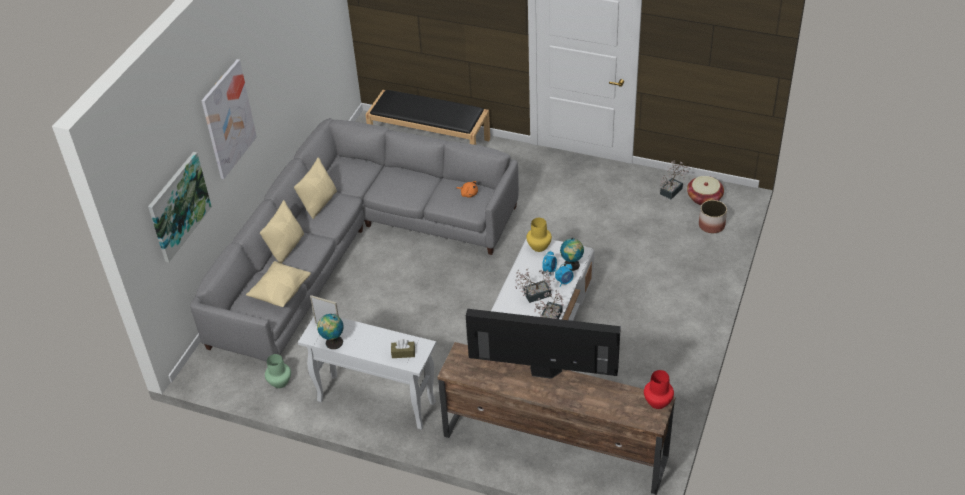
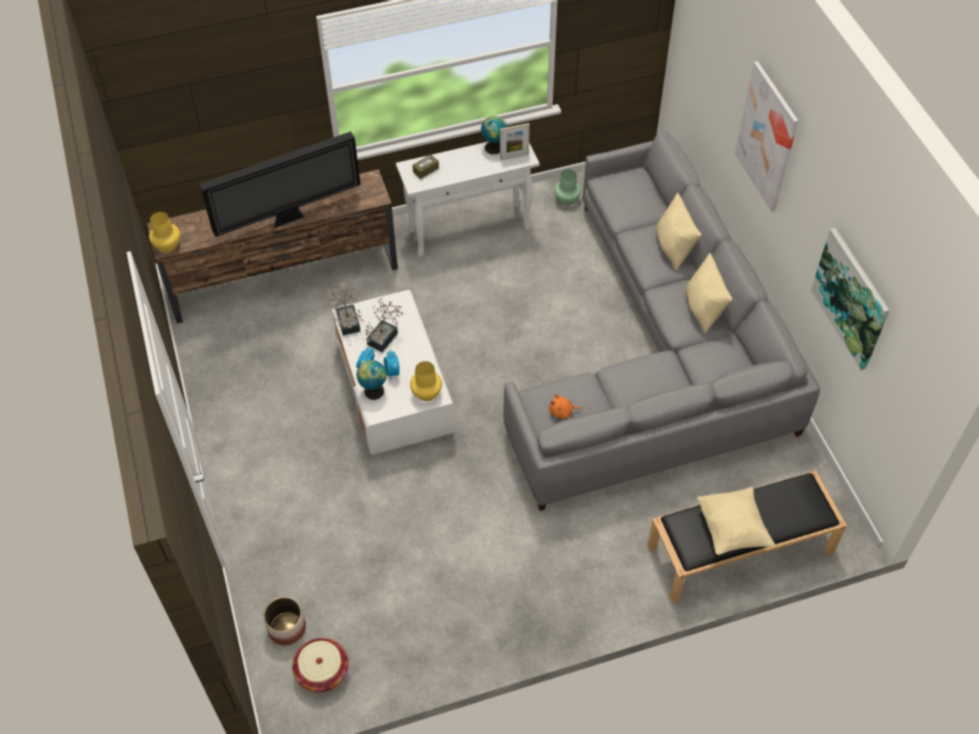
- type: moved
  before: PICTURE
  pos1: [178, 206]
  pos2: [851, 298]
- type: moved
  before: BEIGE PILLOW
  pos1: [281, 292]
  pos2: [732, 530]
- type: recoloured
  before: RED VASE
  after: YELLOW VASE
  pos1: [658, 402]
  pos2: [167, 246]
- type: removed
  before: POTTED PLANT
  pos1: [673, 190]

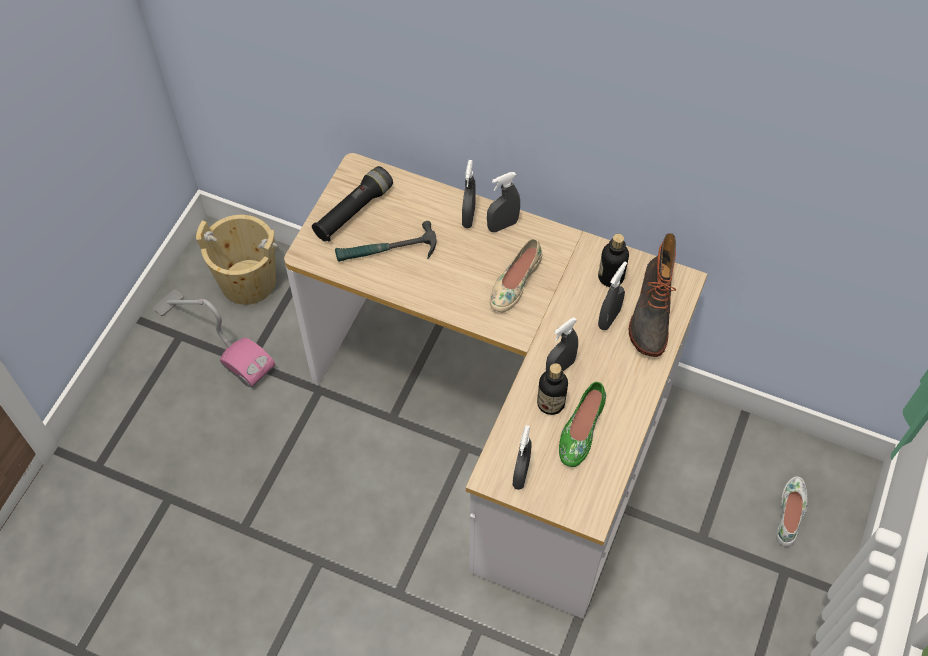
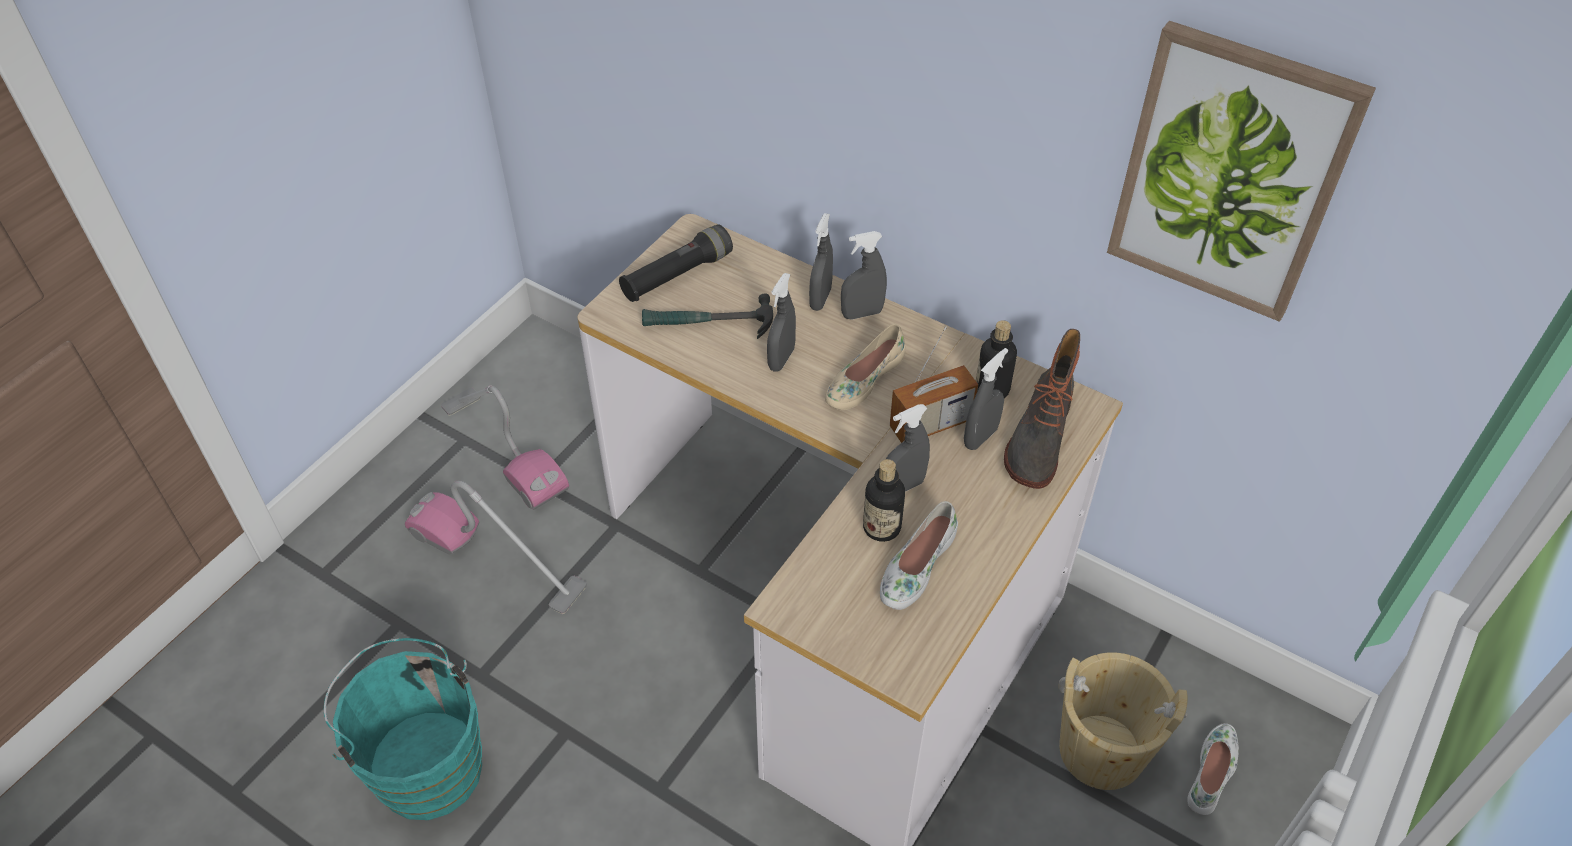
- type: moved
  before: BEIGE BUCKET
  pos1: [248, 281]
  pos2: [1101, 750]
- type: moved
  before: GREY SPRAY BOTTLE
  pos1: [521, 474]
  pos2: [781, 359]
- type: recoloured
  before: GREEN SHOE
  after: WHITE SHOE
  pos1: [580, 429]
  pos2: [916, 566]
- type: added
  after: TURQUOISE BUCKET
  pos2: [426, 764]
- type: added
  after: VACUUM CLEANER
  pos2: [496, 559]
- type: added
  after: RADIO
  pos2: [931, 424]
- type: added
  after: PICTURE
  pos2: [1230, 174]

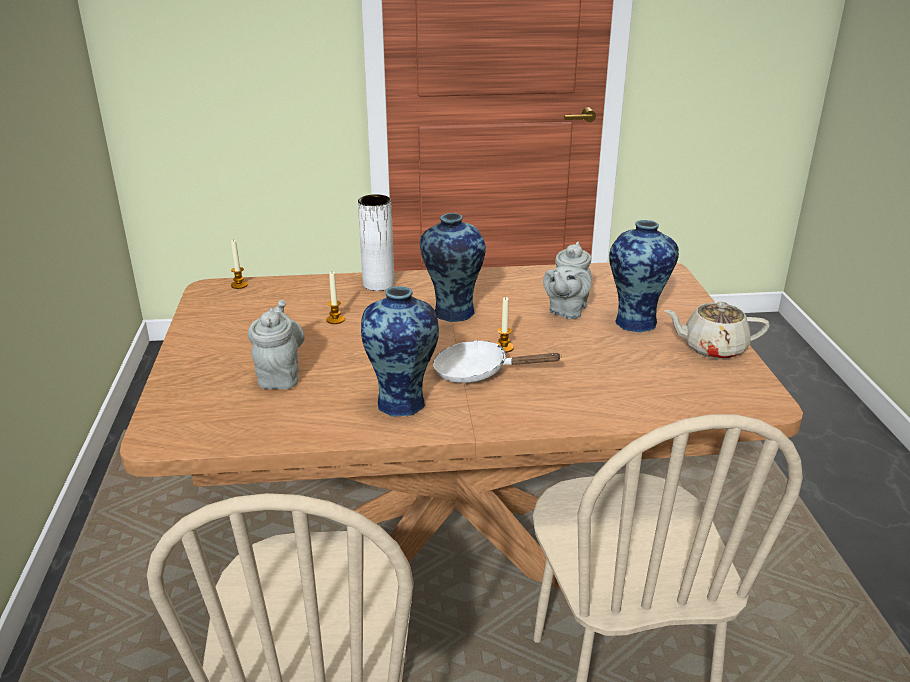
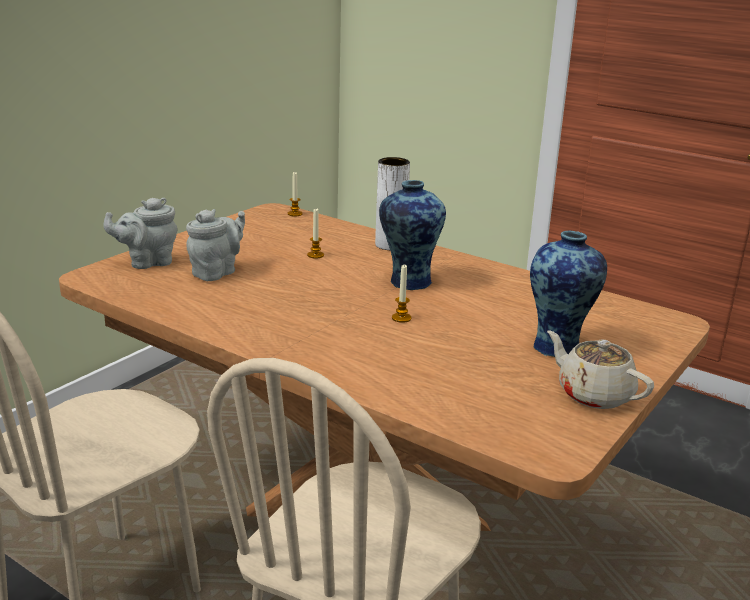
- type: removed
  before: VASE
  pos1: [402, 402]
- type: removed
  before: WHITE FRYING PAN
  pos1: [478, 372]
- type: moved
  before: GREY TEAPOT
  pos1: [566, 310]
  pos2: [147, 262]

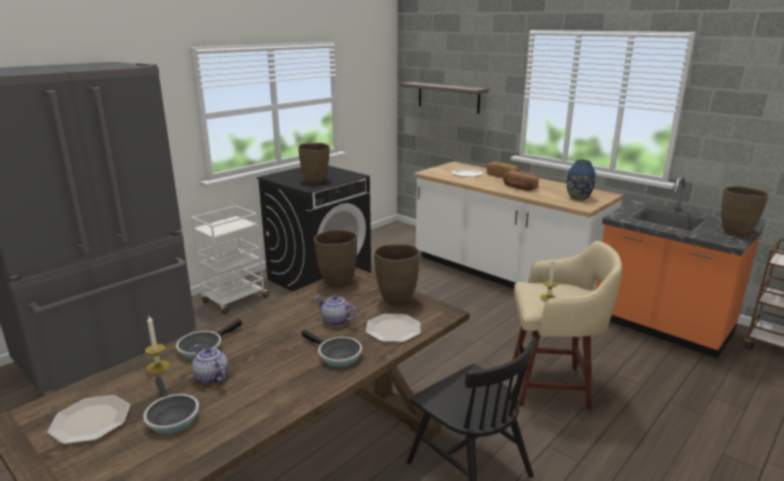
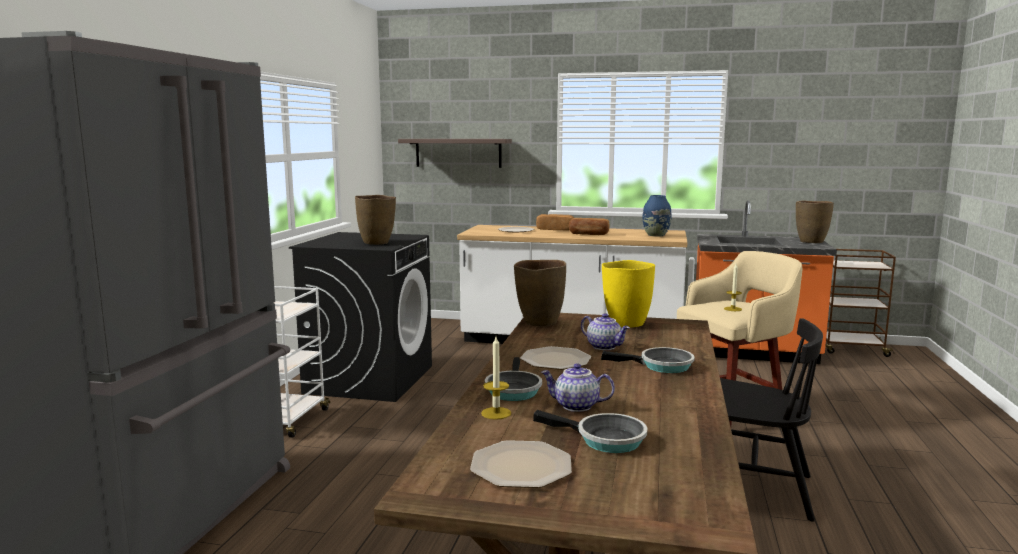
- type: turned
  before: TEAPOT
  pos1: [335, 321]
  pos2: [604, 346]
  turn: -135
- type: moved
  before: PLATE
  pos1: [393, 329]
  pos2: [556, 360]
- type: recoloured
  before: BROWN VASE
  after: YELLOW VASE
  pos1: [396, 299]
  pos2: [626, 324]

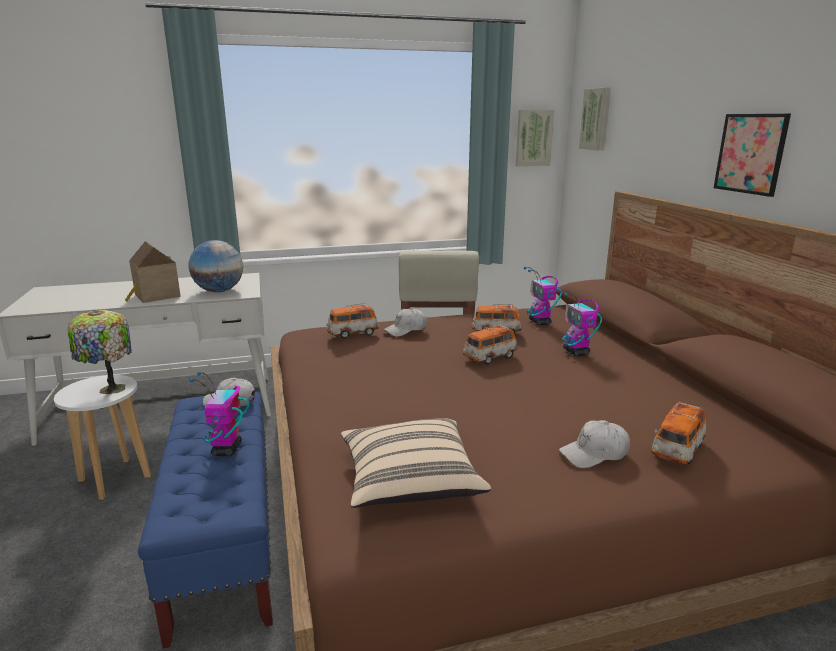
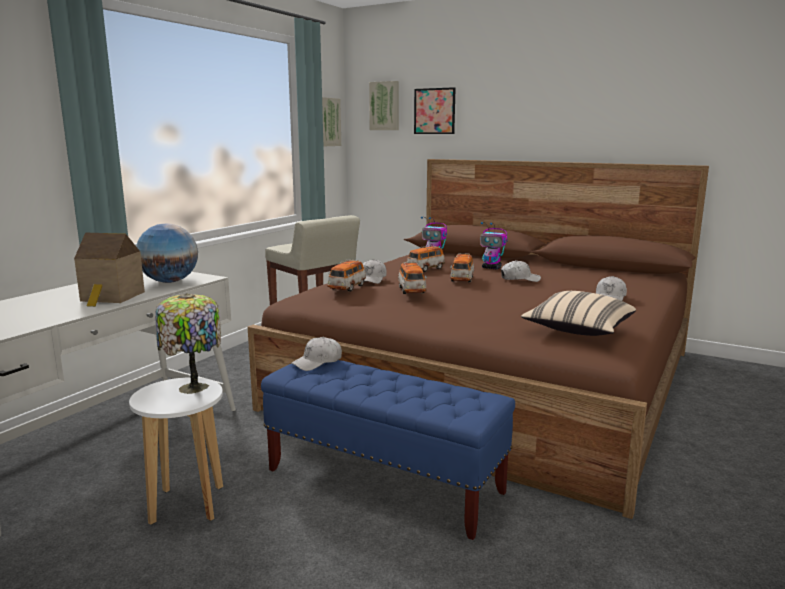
- type: removed
  before: TOY ROBOT
  pos1: [227, 450]
- type: moved
  before: TOY CAR
  pos1: [677, 450]
  pos2: [411, 291]
- type: moved
  before: PICTURE
  pos1: [750, 153]
  pos2: [434, 111]
- type: added
  after: WHITE CAP
  pos2: [519, 279]

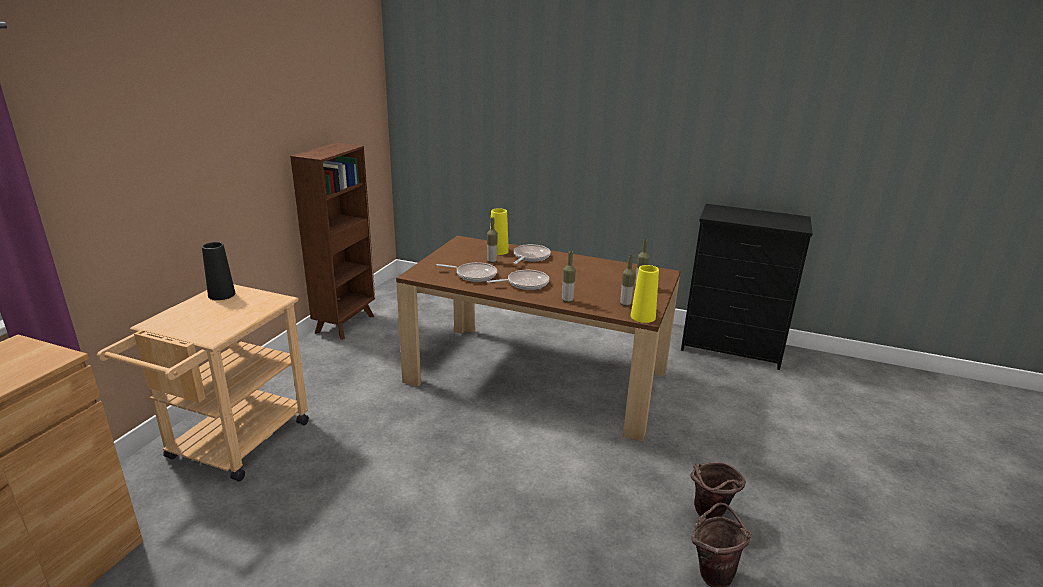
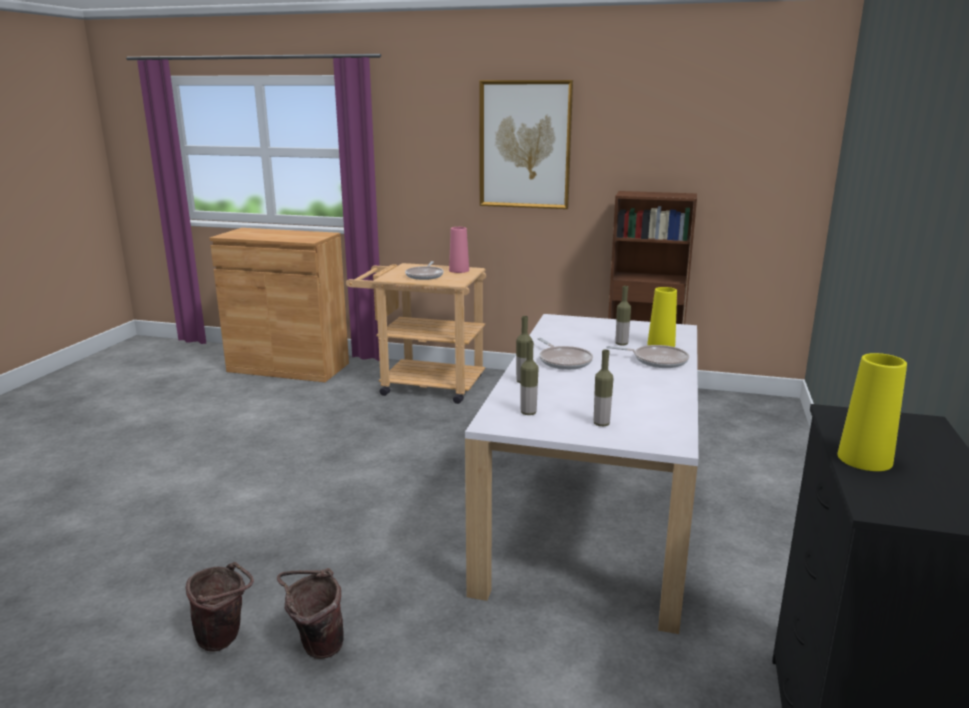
- type: recoloured
  before: BLACK VASE
  after: PINK VASE
  pos1: [221, 295]
  pos2: [459, 270]
- type: recoloured
  before: BROWN DINING TABLE
  after: WHITE DINING TABLE
  pos1: [537, 376]
  pos2: [593, 510]
- type: moved
  before: FRYING PAN
  pos1: [474, 275]
  pos2: [425, 275]
- type: moved
  before: YELLOW VASE
  pos1: [643, 317]
  pos2: [864, 459]
- type: added
  after: PICTURE
  pos2: [525, 145]

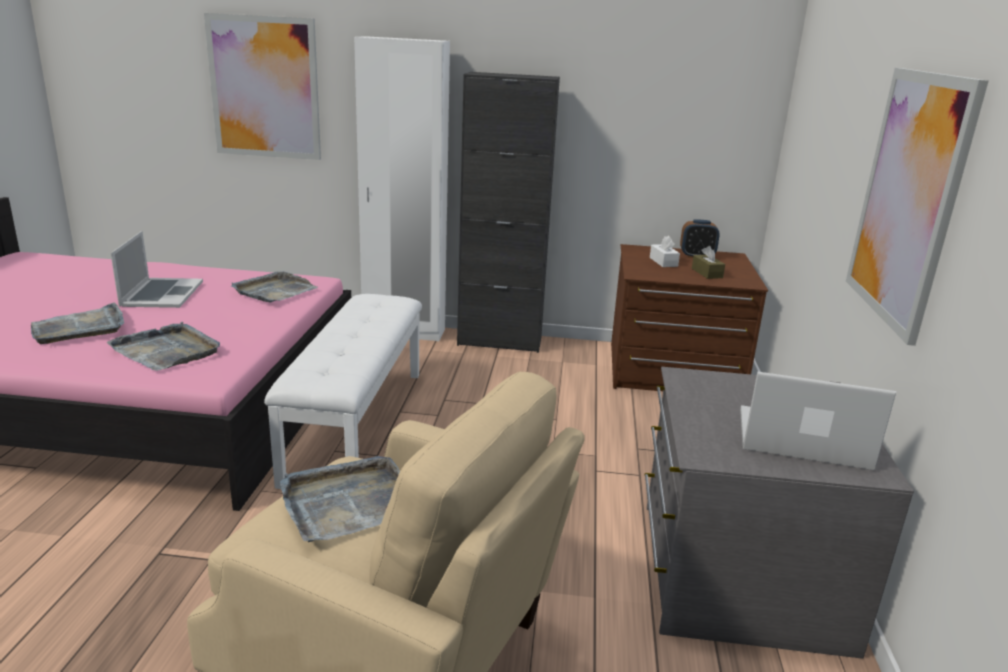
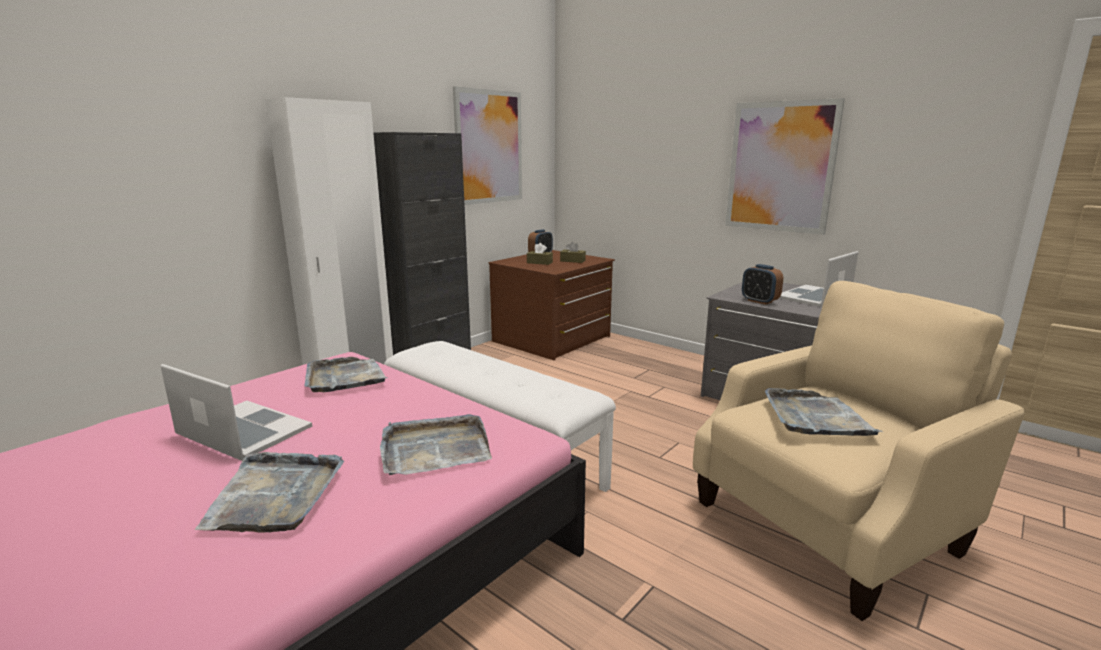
- type: moved
  before: PICTURE
  pos1: [265, 88]
  pos2: [489, 147]
- type: recoloured
  before: WHITE TISSUE BOX
  after: BROWN TISSUE BOX
  pos1: [663, 262]
  pos2: [539, 262]
- type: added
  after: ALARM CLOCK
  pos2: [759, 301]

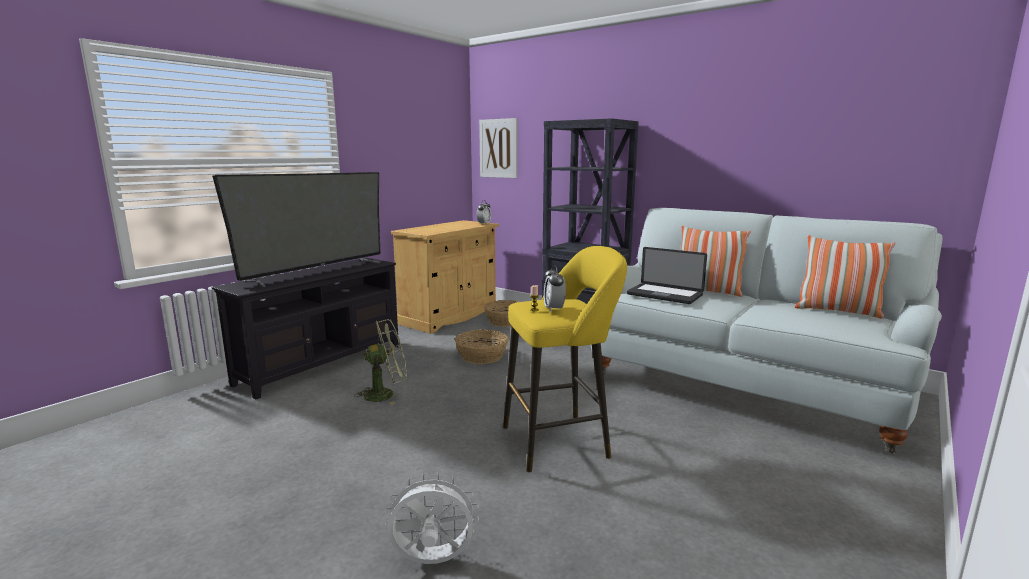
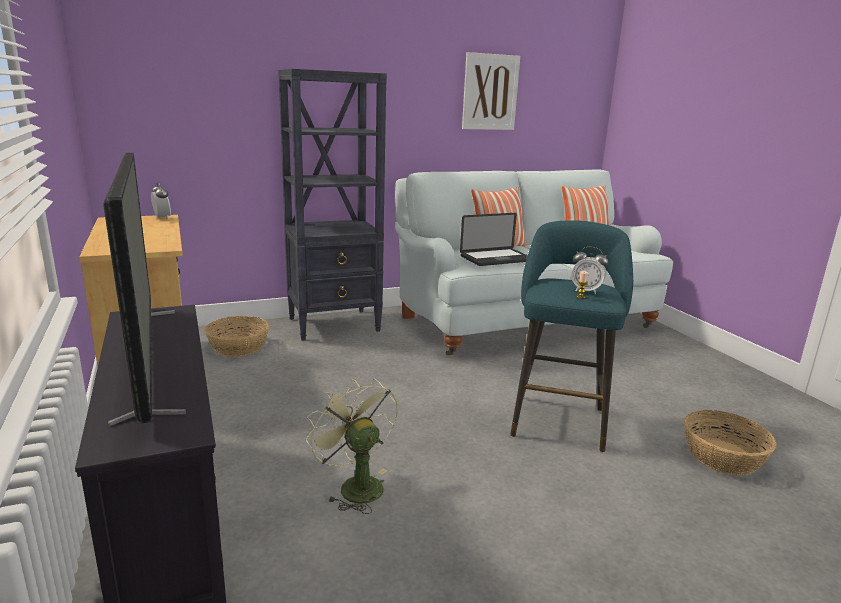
- type: turned
  before: GREEN FAN
  pos1: [386, 394]
  pos2: [355, 485]
  turn: -45
- type: removed
  before: WHITE FAN
  pos1: [432, 562]
- type: moved
  before: BASKET
  pos1: [481, 356]
  pos2: [723, 457]
- type: moved
  before: PICTURE
  pos1: [498, 148]
  pos2: [490, 92]
- type: recoloured
  before: YELLOW STOOL
  after: TURQUOISE STOOL
  pos1: [561, 440]
  pos2: [558, 418]

